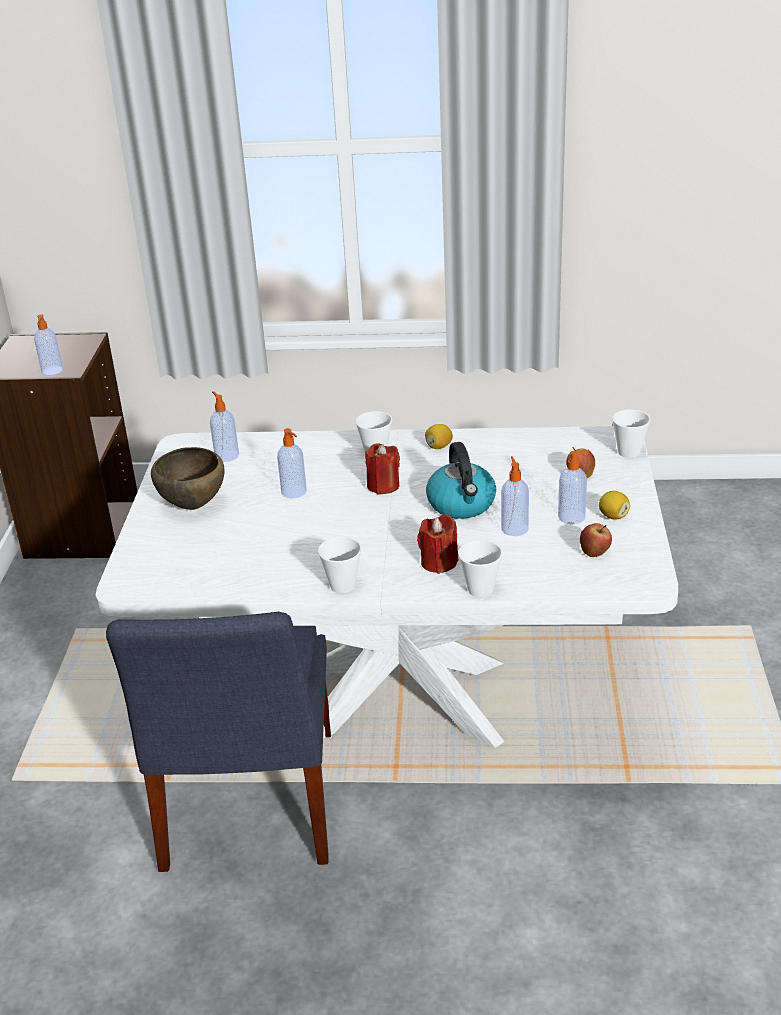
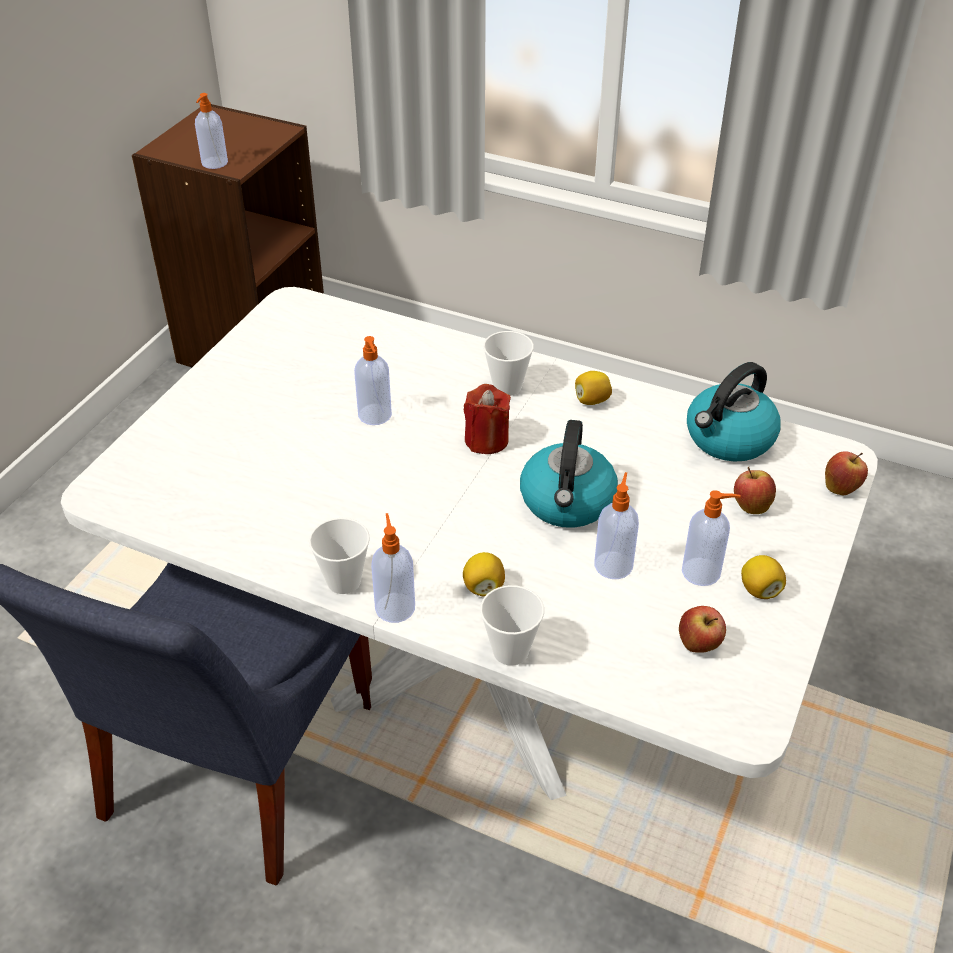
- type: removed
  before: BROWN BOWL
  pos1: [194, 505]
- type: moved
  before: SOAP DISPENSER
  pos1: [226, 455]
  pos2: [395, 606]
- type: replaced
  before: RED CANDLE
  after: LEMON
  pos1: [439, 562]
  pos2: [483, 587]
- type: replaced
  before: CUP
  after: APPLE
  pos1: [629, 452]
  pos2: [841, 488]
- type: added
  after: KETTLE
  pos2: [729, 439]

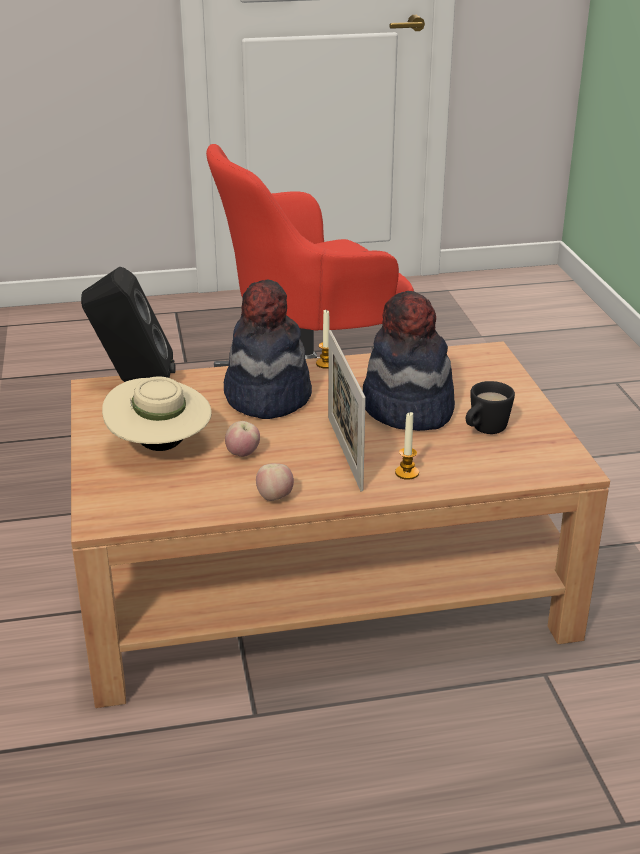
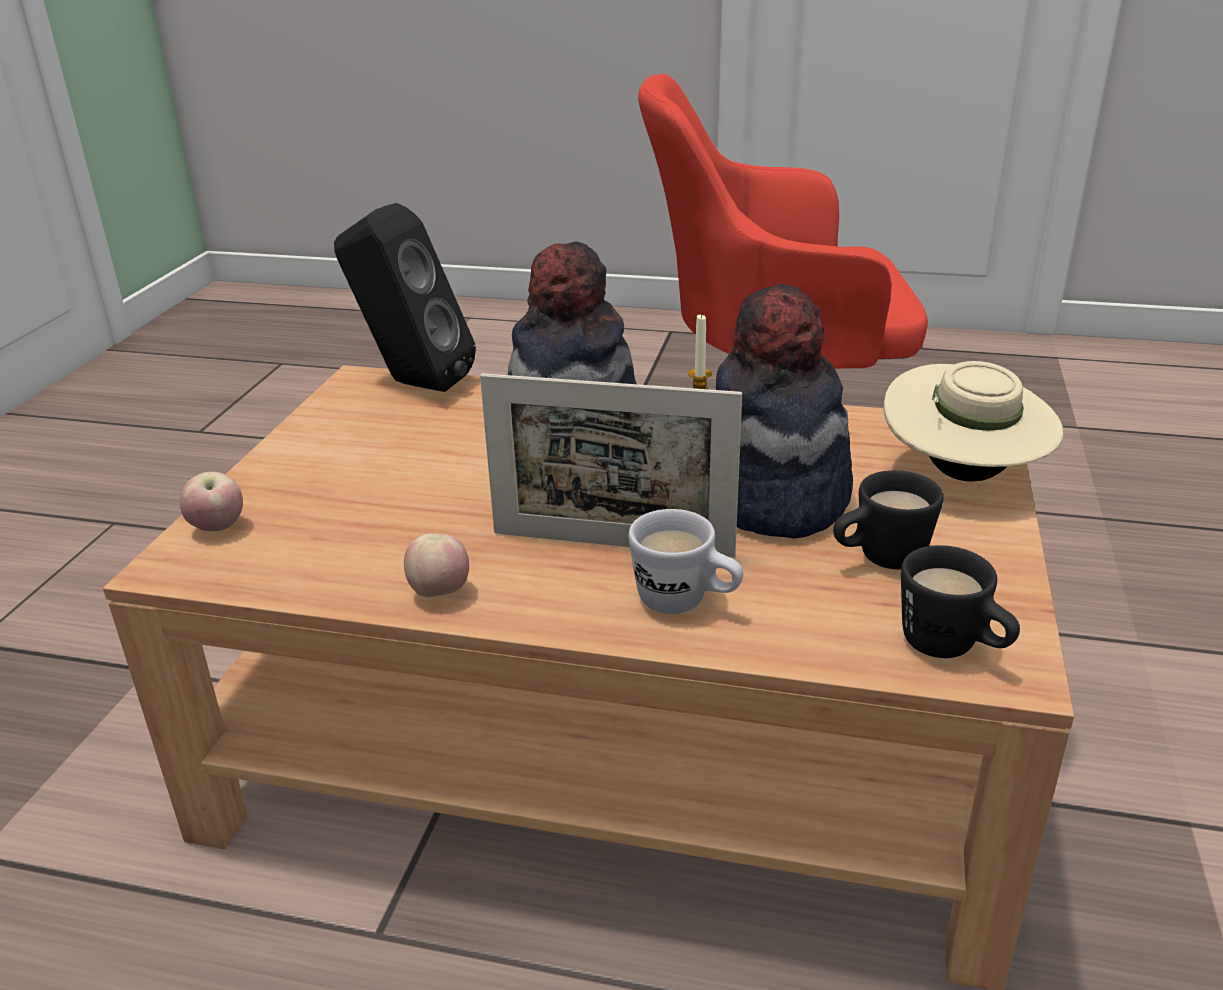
- type: moved
  before: BEIGE HAT
  pos1: [160, 447]
  pos2: [962, 475]
- type: moved
  before: APPLE
  pos1: [242, 454]
  pos2: [218, 528]
- type: turned
  before: PICTURE FRAME
  pos1: [344, 452]
  pos2: [612, 544]
  turn: -90
- type: replaced
  before: CANDLE
  after: WHITE MUG
  pos1: [407, 473]
  pos2: [685, 603]
- type: added
  after: BLACK MUG
  pos2: [952, 649]

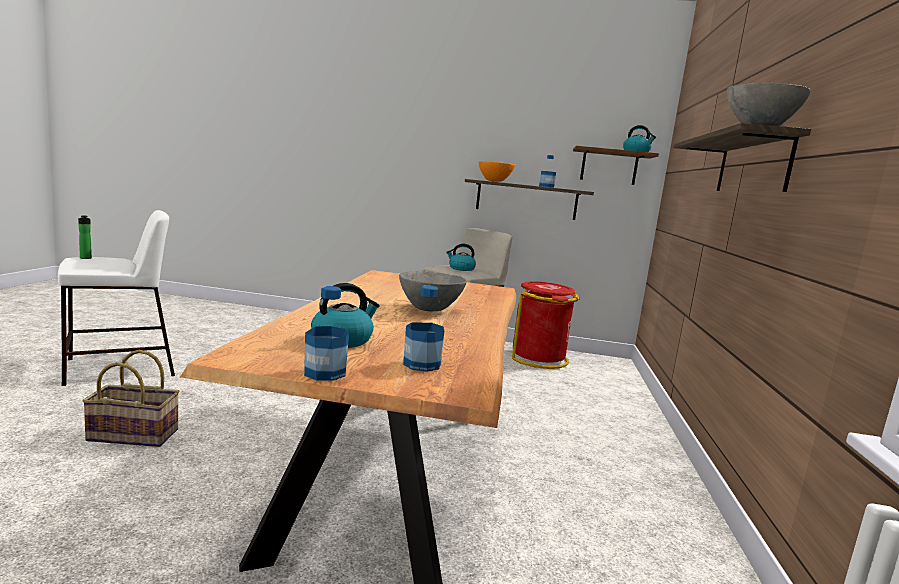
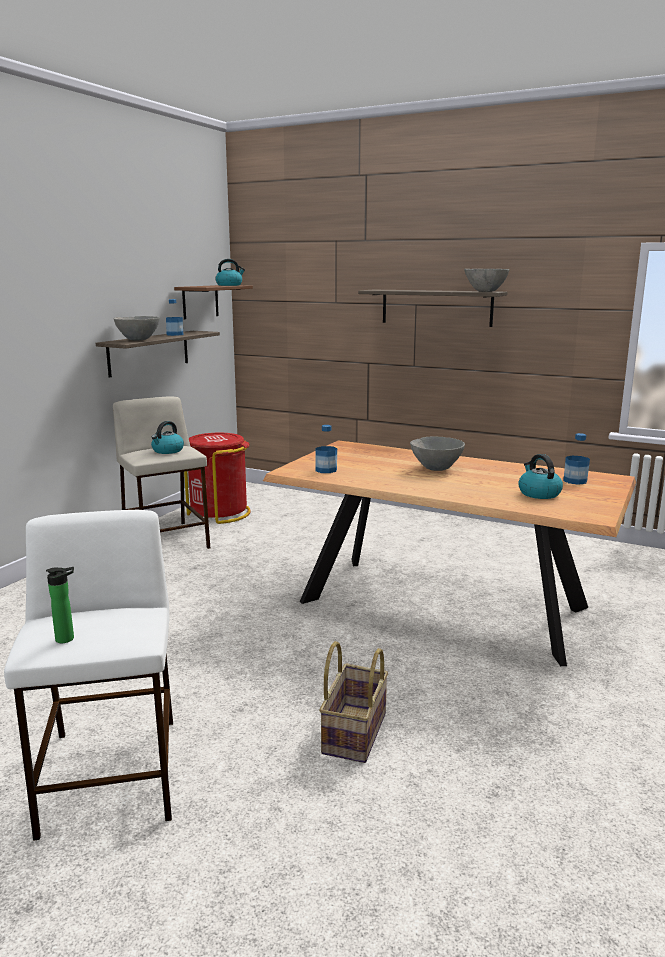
- type: moved
  before: BOTTLE
  pos1: [325, 373]
  pos2: [326, 470]
- type: recoloured
  before: ORANGE BOWL
  after: GREY BOWL
  pos1: [494, 181]
  pos2: [138, 340]

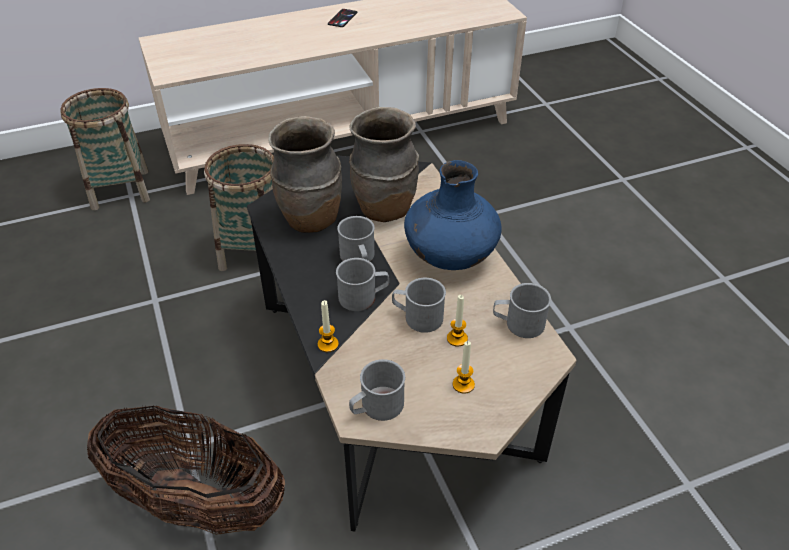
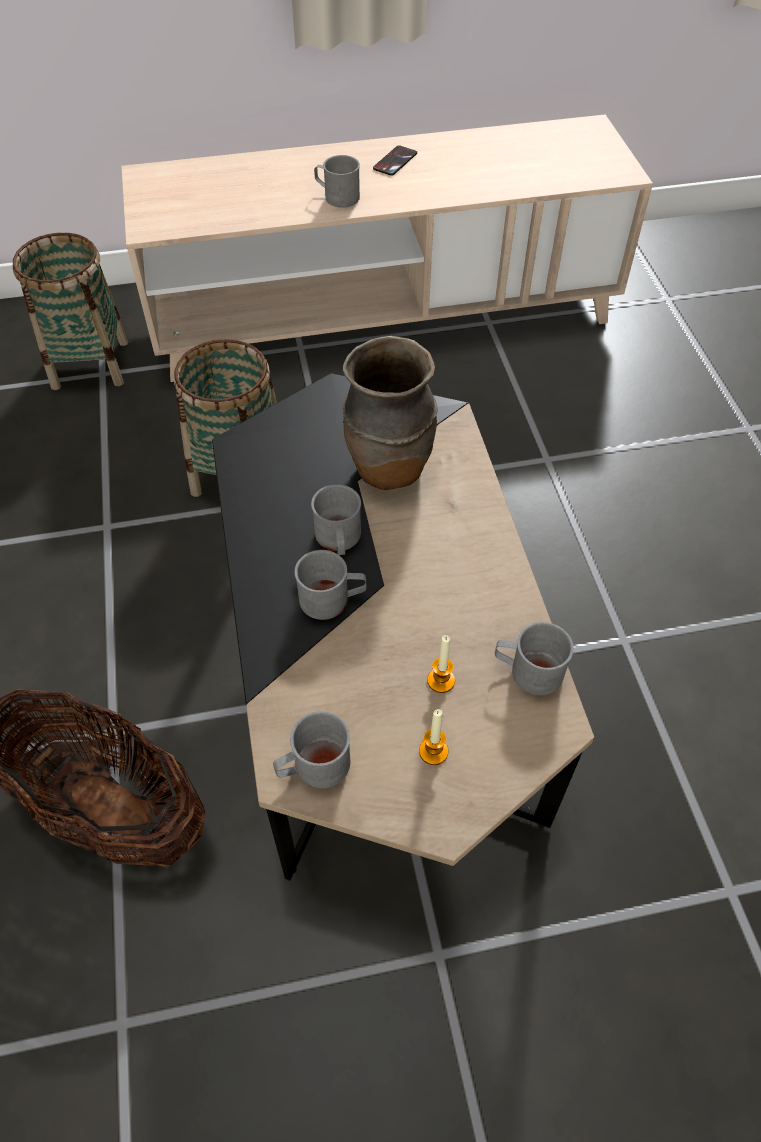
- type: removed
  before: BROWN VASE
  pos1: [310, 220]
- type: removed
  before: CANDLE
  pos1: [328, 344]
- type: moved
  before: GREY MUG
  pos1: [417, 317]
  pos2: [337, 196]
- type: removed
  before: BLUE VASE
  pos1: [449, 256]

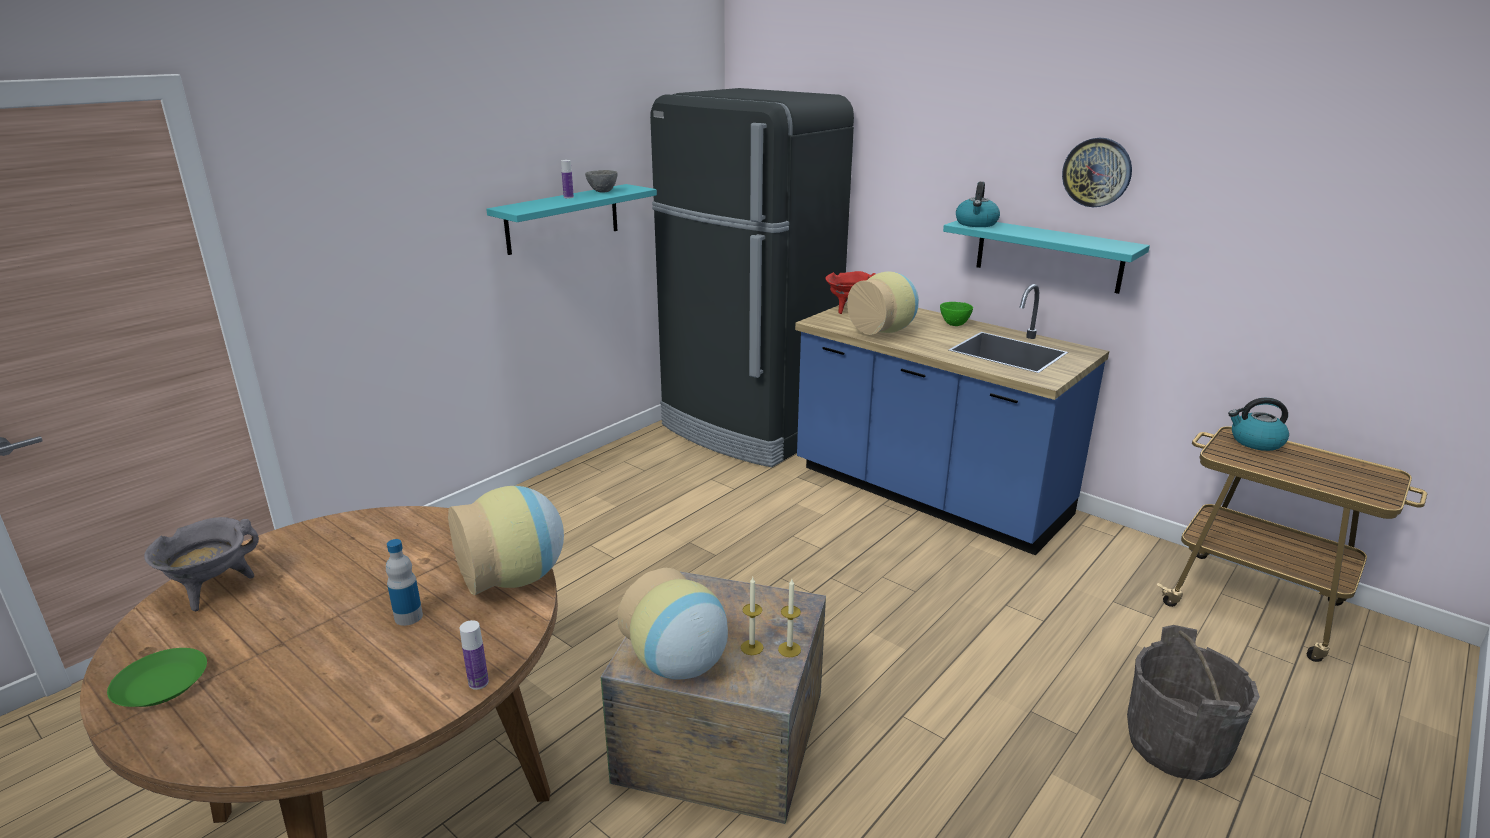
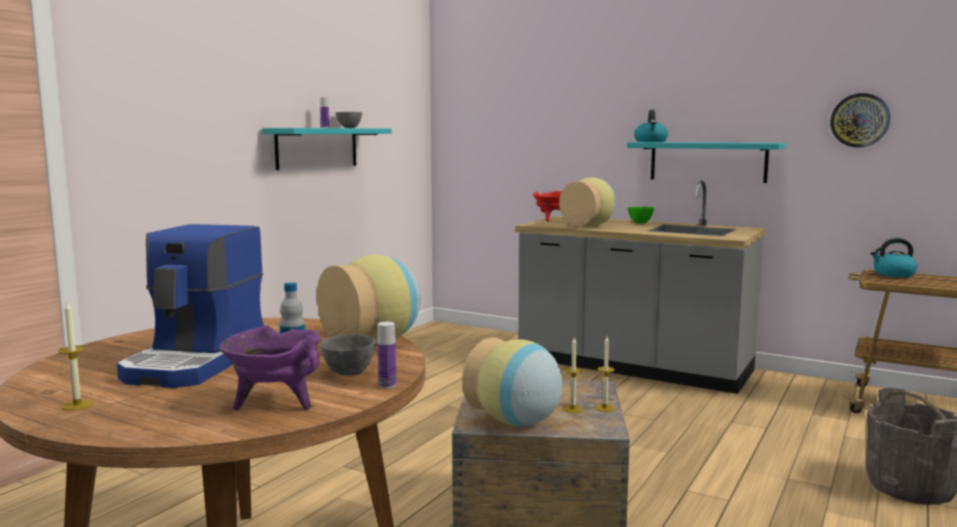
- type: replaced
  before: GREEN PLATE
  after: CANDLE
  pos1: [160, 685]
  pos2: [77, 405]
- type: removed
  before: GREY COOKING POT
  pos1: [213, 590]
- type: removed
  before: BLACK FRIDGE
  pos1: [747, 429]
- type: recoloured
  before: BLUE COUNTER
  after: GREY COUNTER
  pos1: [928, 494]
  pos2: [633, 366]
- type: moved
  before: WALL CLOCK
  pos1: [1097, 172]
  pos2: [859, 120]
- type: added
  after: COFFEE MACHINE
  pos2: [197, 362]
- type: added
  after: PURPLE COOKING POT
  pos2: [274, 403]
- type: added
  after: GREY BOWL
  pos2: [350, 373]

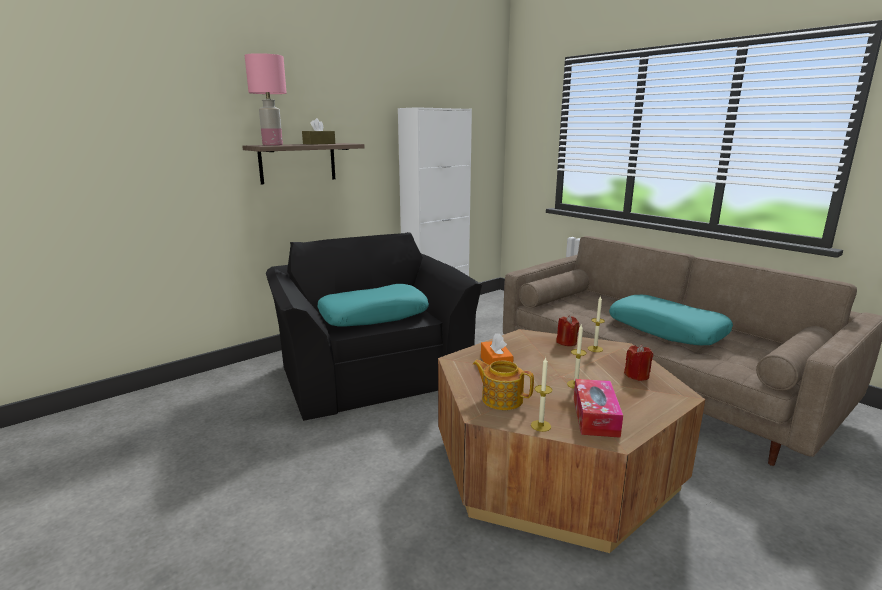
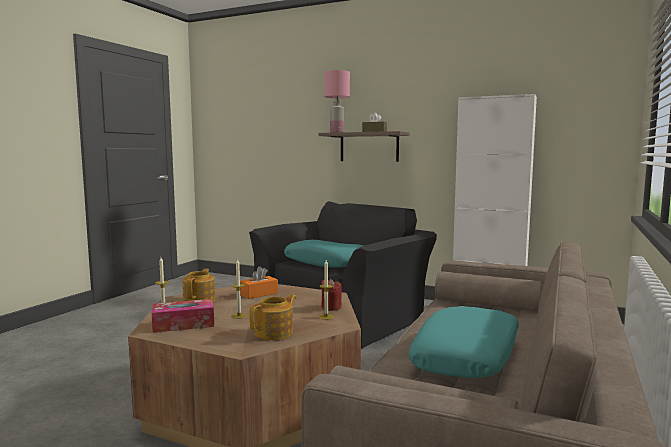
- type: replaced
  before: RED CANDLE
  after: TEAPOT
  pos1: [637, 375]
  pos2: [275, 333]

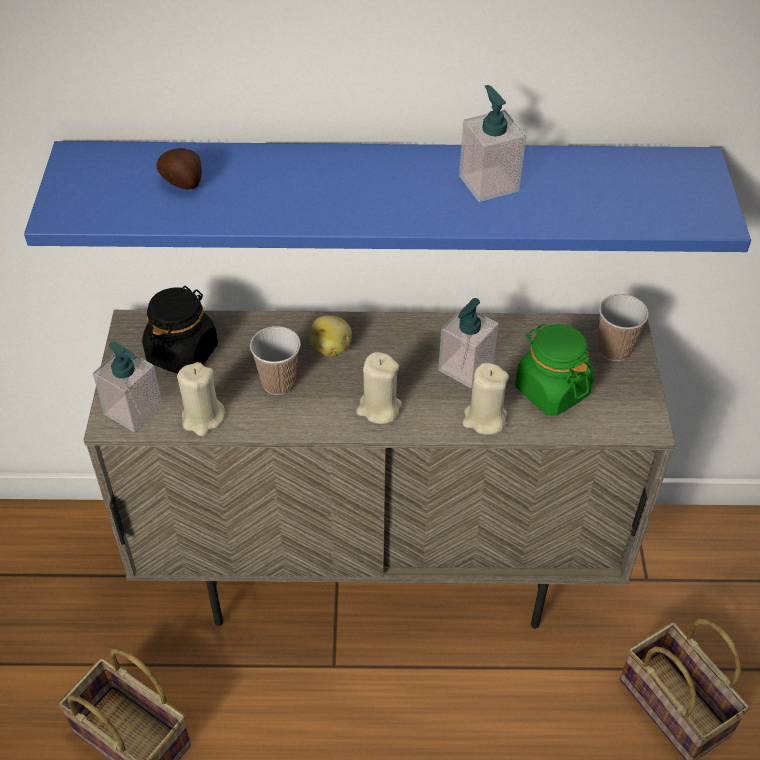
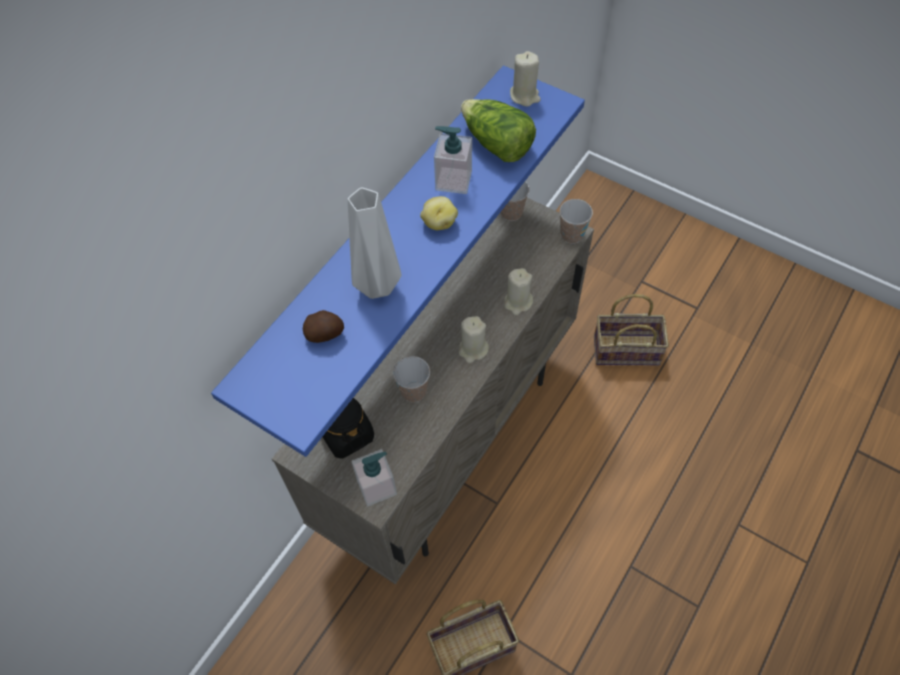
- type: moved
  before: BEIGE CANDLE
  pos1: [202, 418]
  pos2: [525, 96]
- type: moved
  before: POTATO
  pos1: [331, 347]
  pos2: [439, 222]
- type: removed
  before: SOAP DISPENSER
  pos1: [465, 368]
- type: removed
  before: GREEN JAR
  pos1: [551, 390]
- type: added
  after: GREY VASE
  pos2: [378, 284]
- type: added
  after: LETTUCE
  pos2: [496, 144]
- type: added
  after: CUP
  pos2: [572, 235]

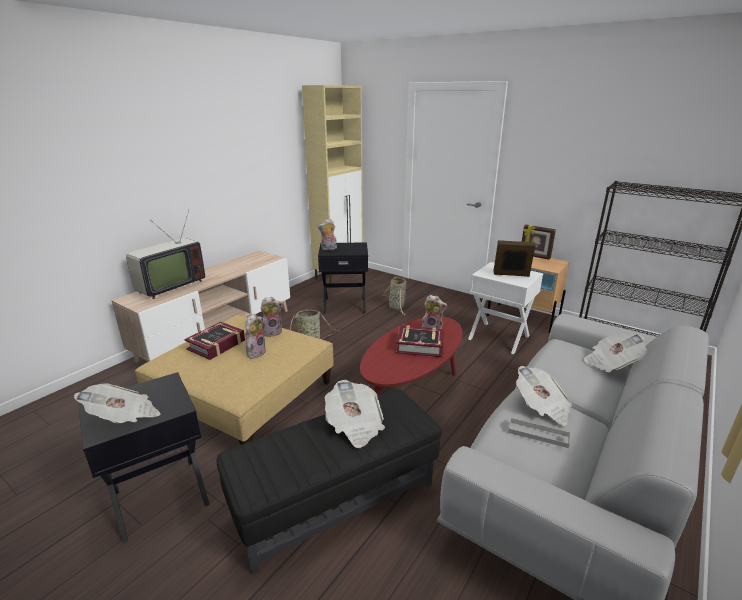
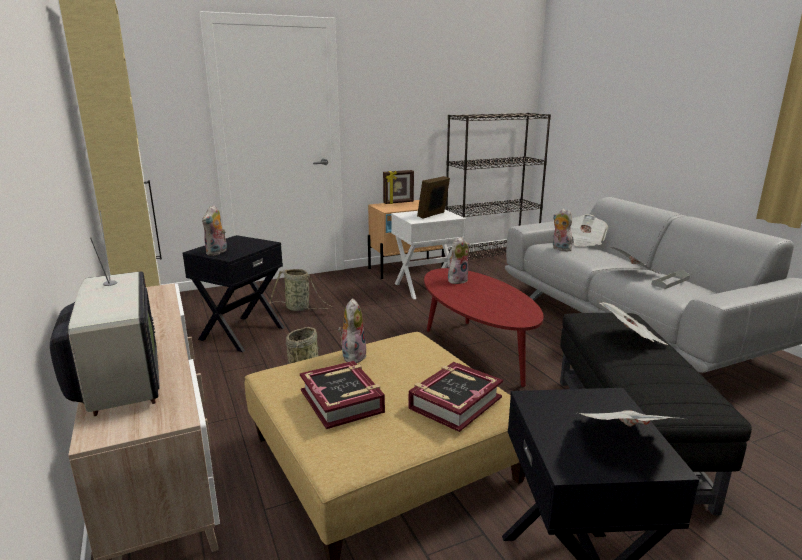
- type: moved
  before: PLUSH TOY
  pos1: [256, 352]
  pos2: [560, 249]
- type: moved
  before: BOOK
  pos1: [420, 345]
  pos2: [455, 403]

